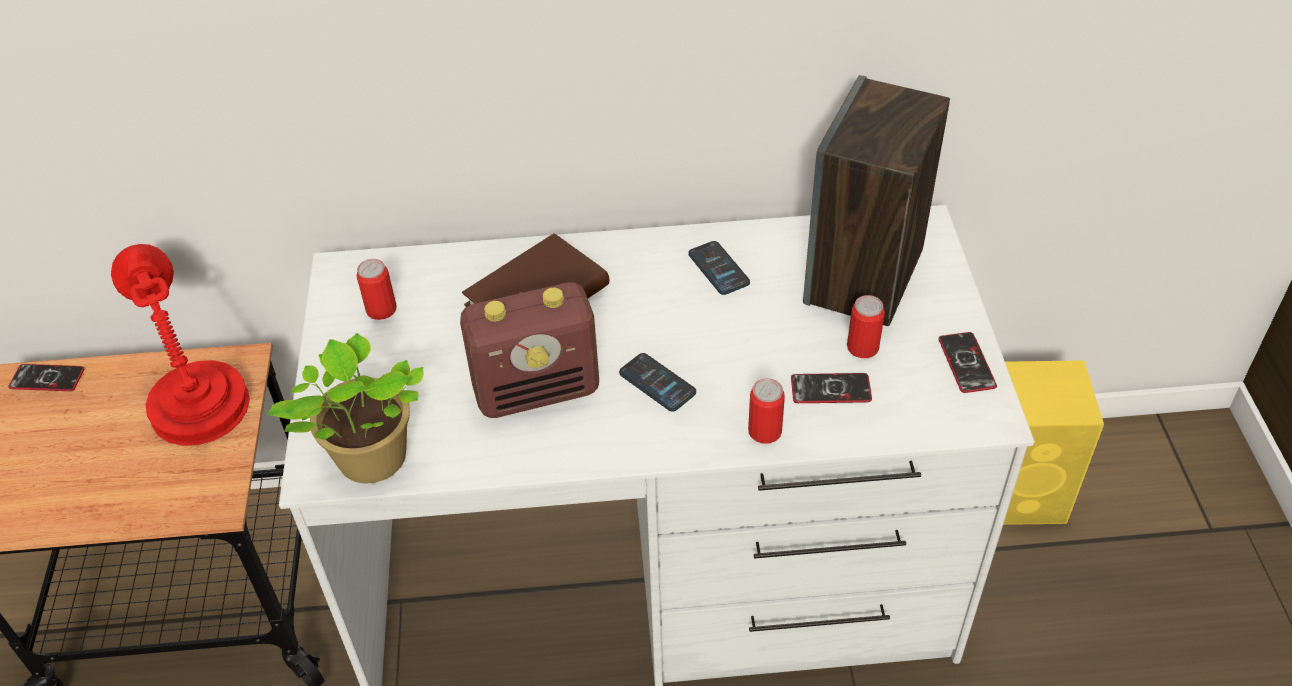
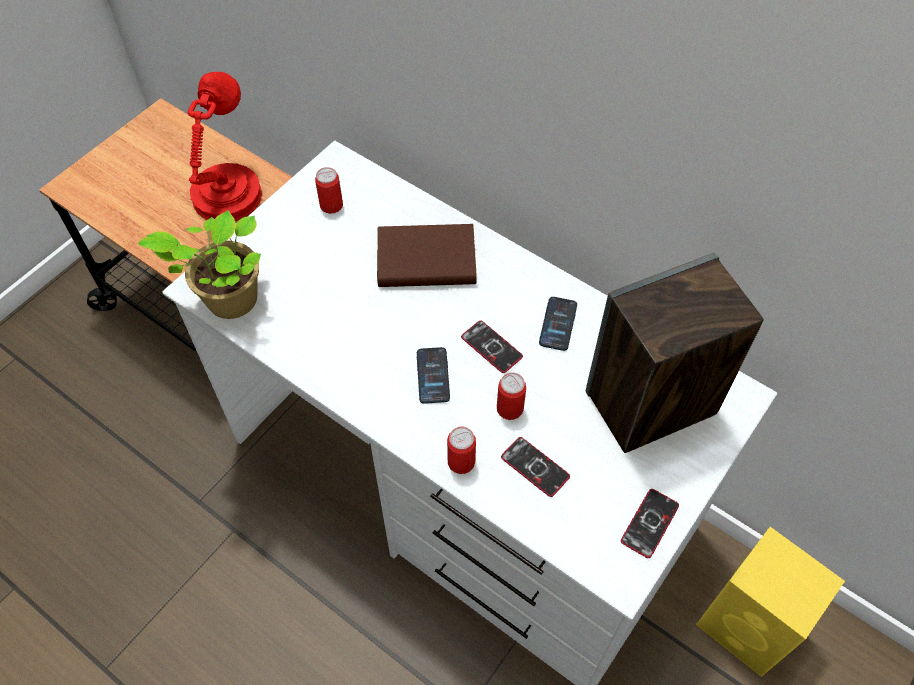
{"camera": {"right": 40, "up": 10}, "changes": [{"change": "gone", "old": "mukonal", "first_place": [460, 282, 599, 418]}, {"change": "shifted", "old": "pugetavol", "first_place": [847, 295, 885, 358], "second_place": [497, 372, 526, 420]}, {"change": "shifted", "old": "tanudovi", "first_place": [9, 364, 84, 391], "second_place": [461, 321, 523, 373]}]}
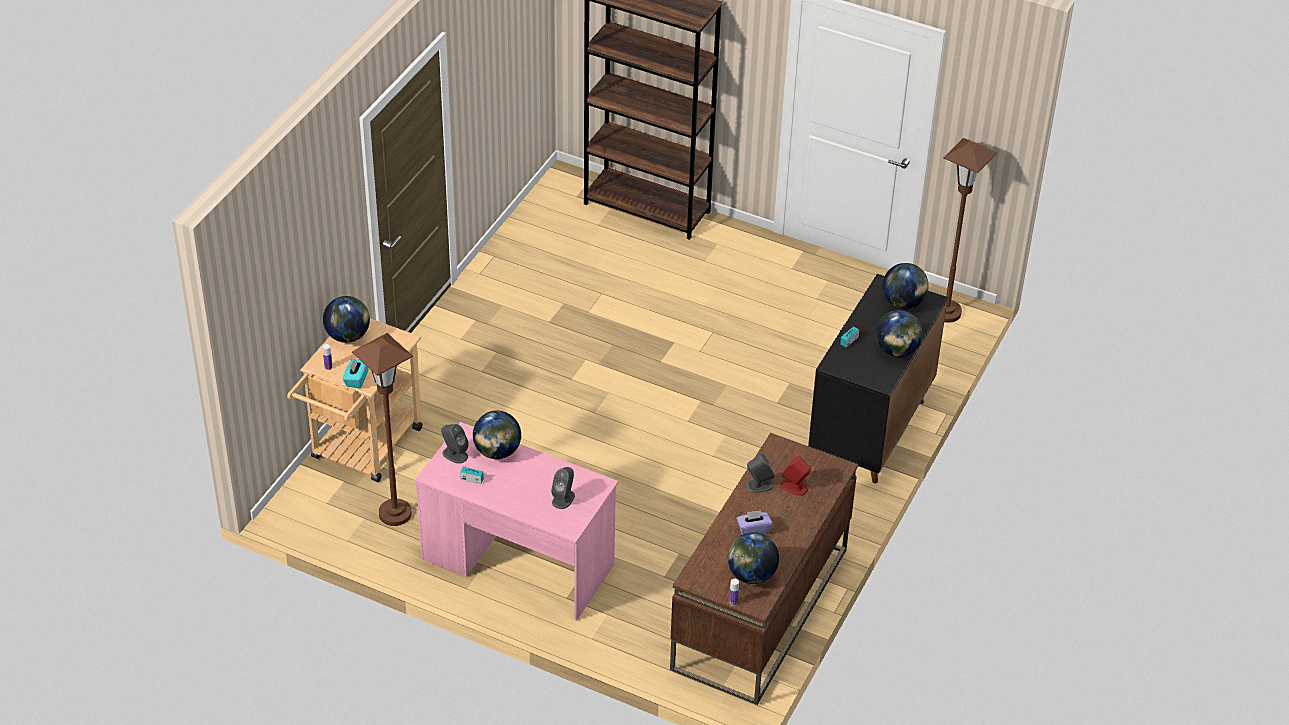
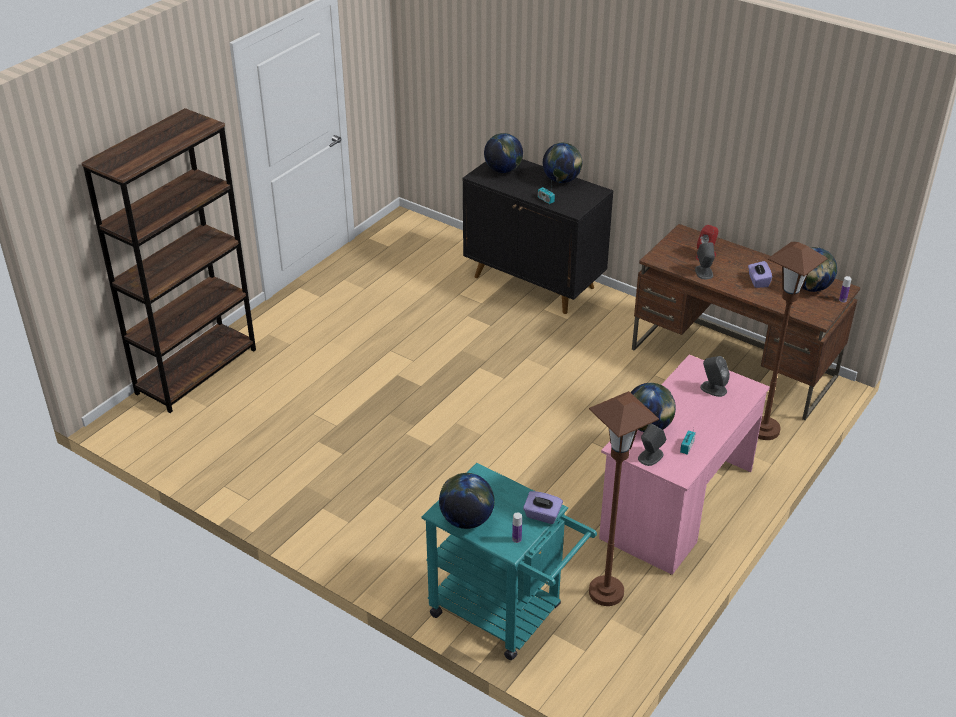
{"camera": {"right": -80, "up": -5}, "changes": [{"change": "shifted", "old": "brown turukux", "first_place": [943, 138, 997, 323], "second_place": [758, 242, 828, 440]}, {"change": "repainted", "old": "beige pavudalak", "new": "turquoise pavudalak", "first_place": [287, 318, 422, 482], "second_place": [421, 463, 597, 660]}, {"change": "repainted", "old": "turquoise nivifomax", "new": "purple nivifomax", "first_place": [343, 358, 369, 389], "second_place": [523, 491, 563, 524]}]}
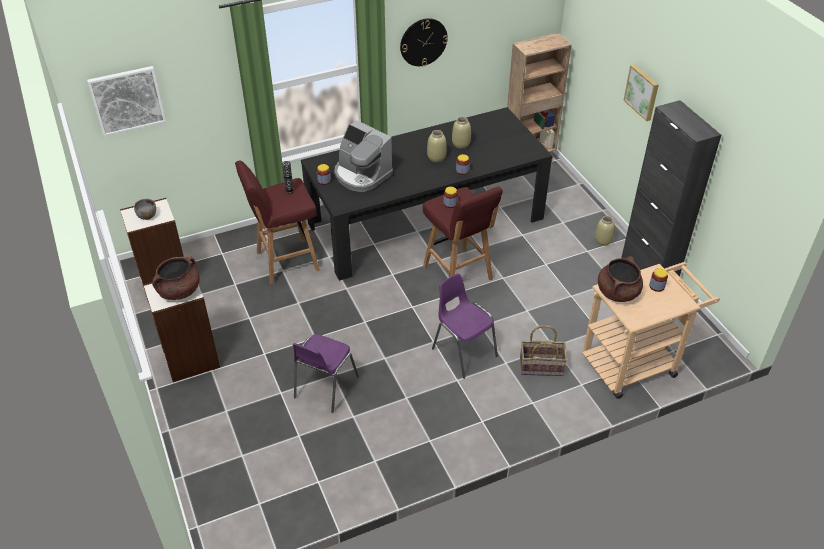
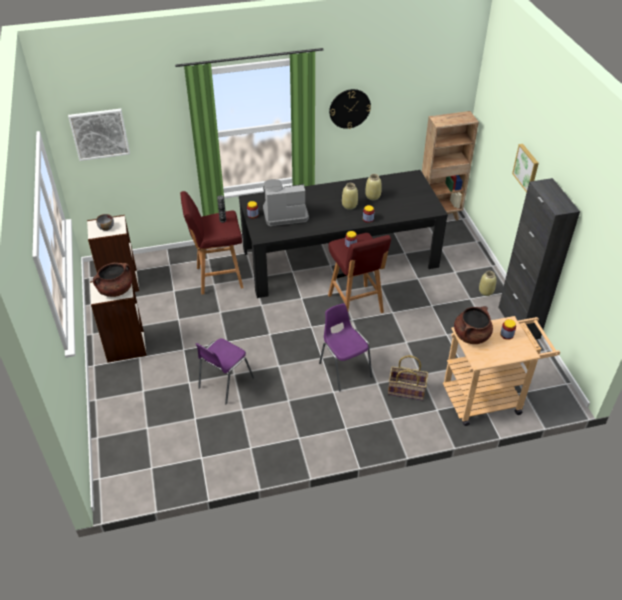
{"camera": {"right": 10, "up": 0}, "changes": [{"change": "rotated", "old": "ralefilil", "first_place": [334, 120, 393, 192], "second_place": [263, 179, 309, 226], "degrees": 120}]}
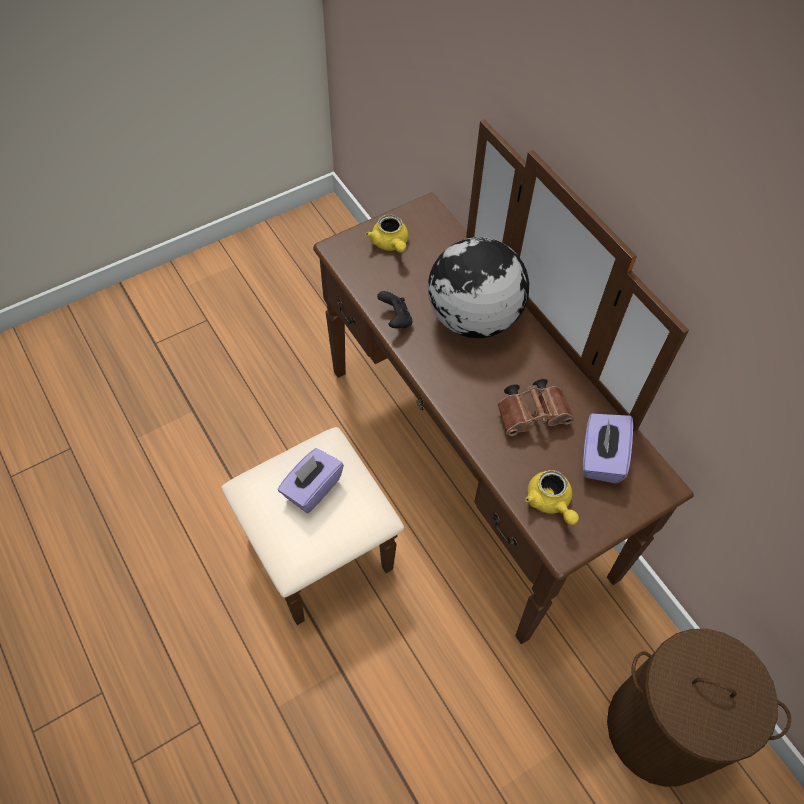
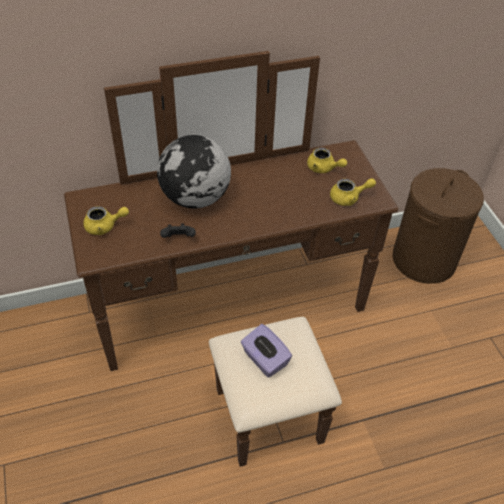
{"camera": {"right": -75, "up": -10}, "changes": [{"change": "gone", "old": "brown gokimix", "first_place": [497, 379, 574, 436]}, {"change": "swapped", "old": "purple nivifomax", "new": "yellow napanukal", "first_place": [583, 414, 633, 484], "second_place": [307, 148, 347, 173]}]}
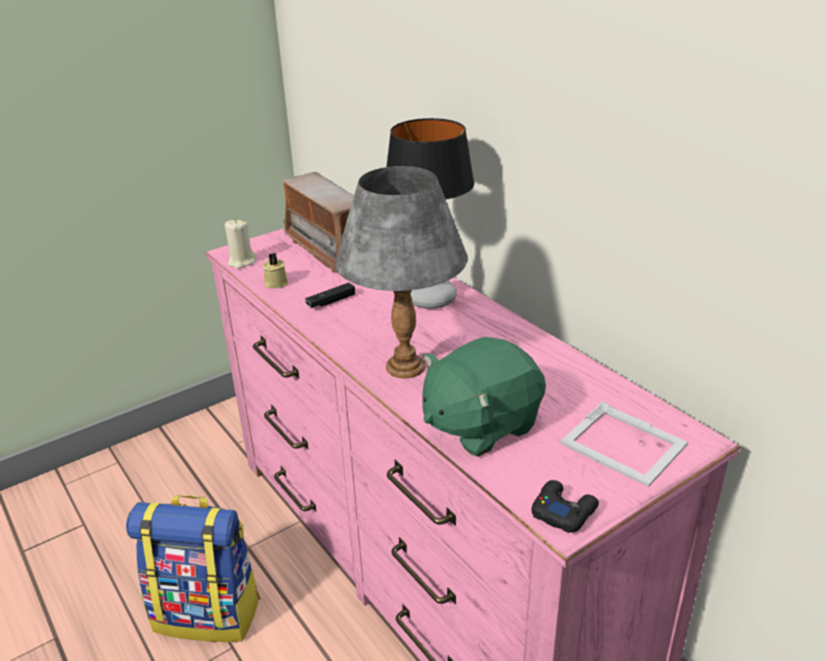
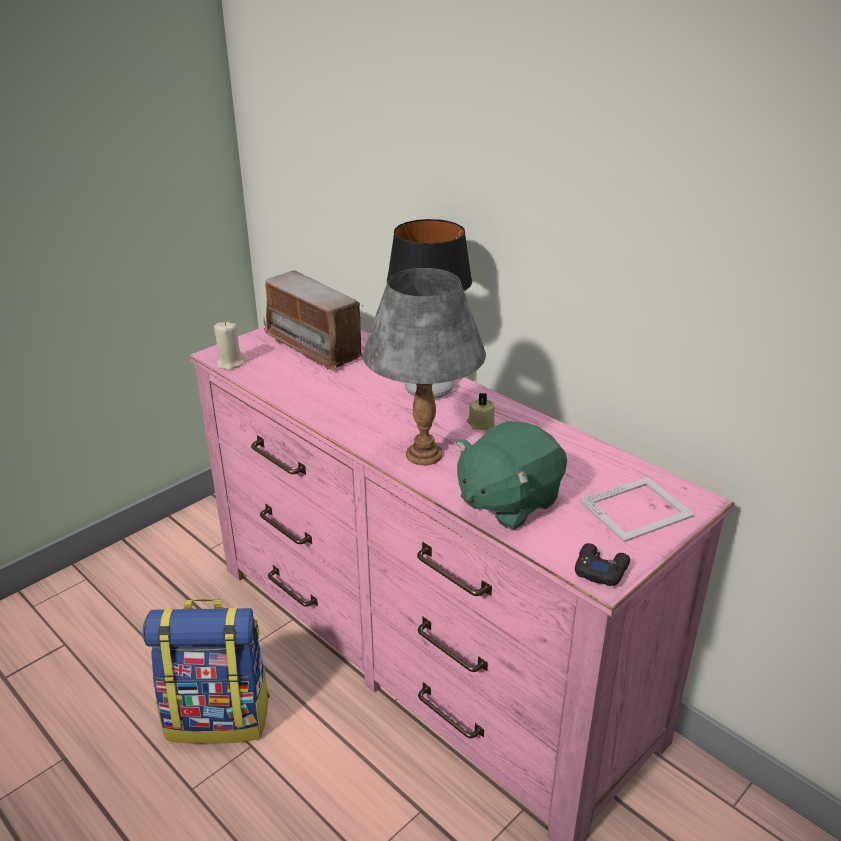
{"camera": {"right": -10, "up": 0}, "changes": [{"change": "shifted", "old": "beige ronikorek", "first_place": [262, 253, 288, 288], "second_place": [466, 393, 495, 430]}, {"change": "gone", "old": "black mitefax", "first_place": [305, 283, 355, 308]}, {"change": "rotated", "old": "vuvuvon", "first_place": [560, 401, 688, 487], "second_place": [580, 477, 695, 542], "degrees": -60}]}
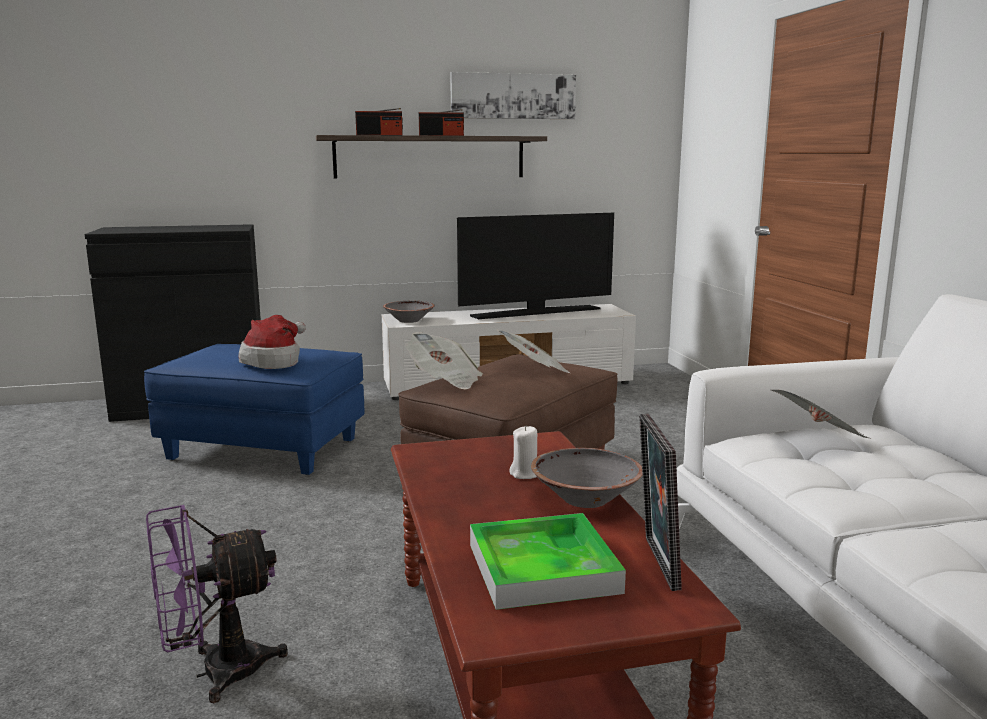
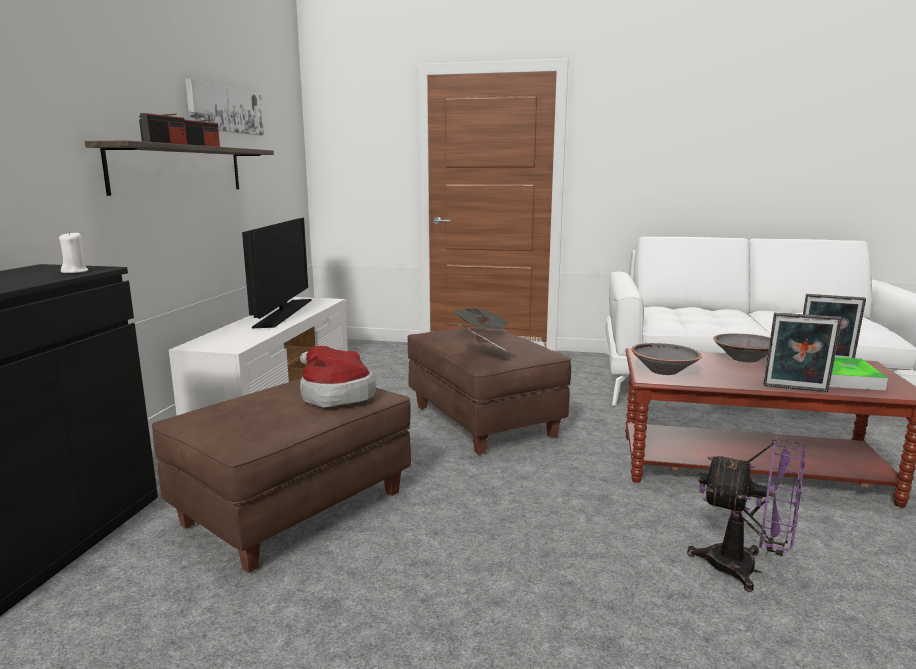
{"camera": {"right": -65, "up": 0}, "changes": [{"change": "shifted", "old": "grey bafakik", "first_place": [383, 301, 435, 323], "second_place": [631, 343, 702, 375]}, {"change": "repainted", "old": "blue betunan", "new": "brown betunan", "first_place": [144, 344, 365, 475], "second_place": [152, 379, 411, 573]}, {"change": "gone", "old": "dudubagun", "first_place": [771, 389, 868, 438]}, {"change": "shifted", "old": "white ronikorek", "first_place": [509, 426, 537, 479], "second_place": [59, 231, 88, 273]}, {"change": "rotated", "old": "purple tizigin", "first_place": [146, 505, 288, 703], "second_place": [687, 437, 805, 592], "degrees": -60}, {"change": "new", "new": "vuvuvon", "second_place": [764, 313, 842, 392]}]}
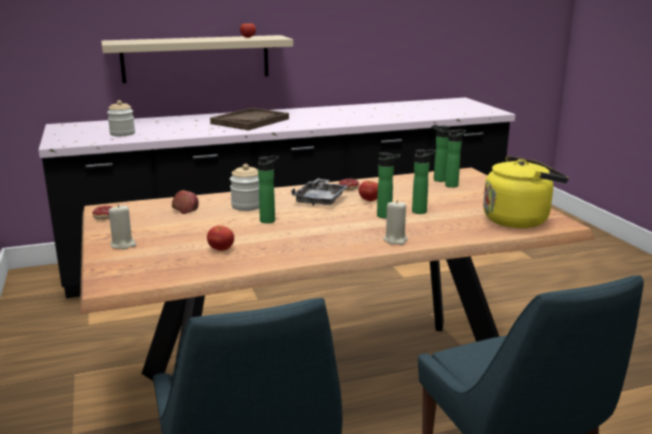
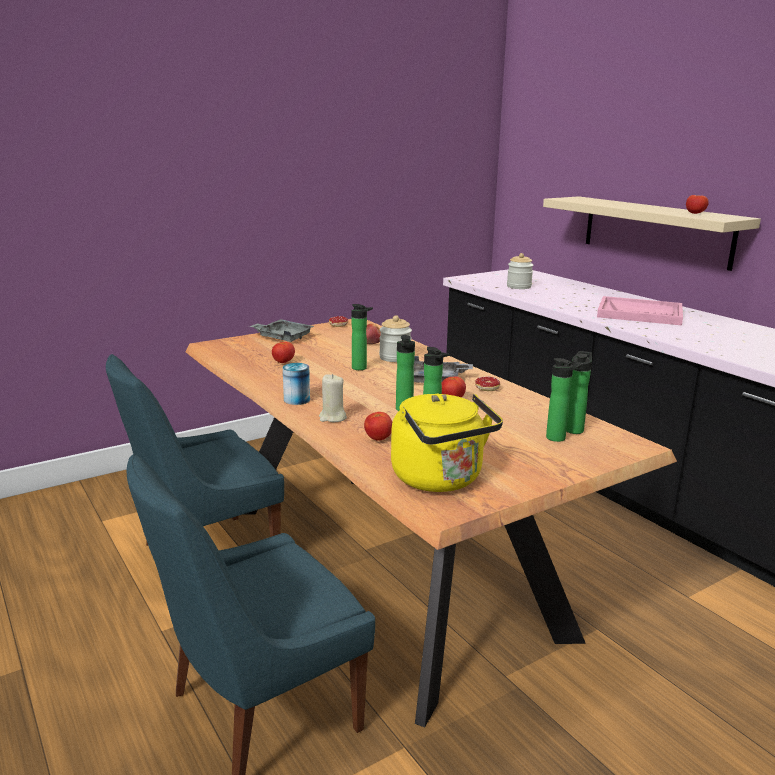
{"camera": {"right": 75, "up": 0}, "changes": [{"change": "repainted", "old": "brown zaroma", "new": "pink zaroma", "first_place": [210, 108, 289, 131], "second_place": [597, 296, 683, 325]}, {"change": "swapped", "old": "beige ronikorek", "new": "grey zaroma", "first_place": [109, 204, 136, 249], "second_place": [249, 319, 314, 342]}, {"change": "new", "new": "pugetavol", "second_place": [283, 363, 310, 405]}, {"change": "new", "new": "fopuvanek", "second_place": [364, 412, 392, 441]}]}
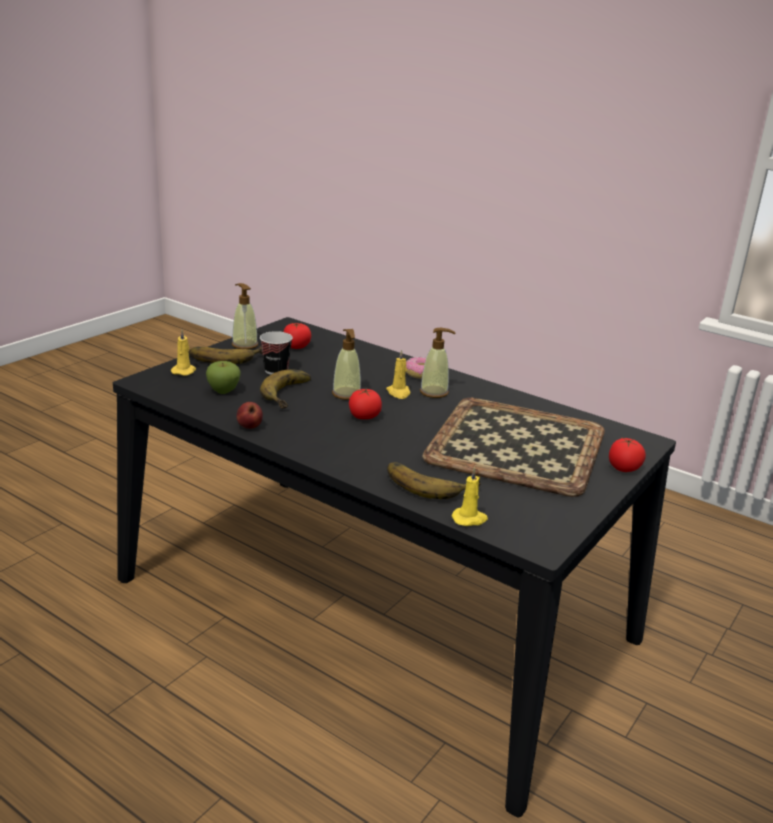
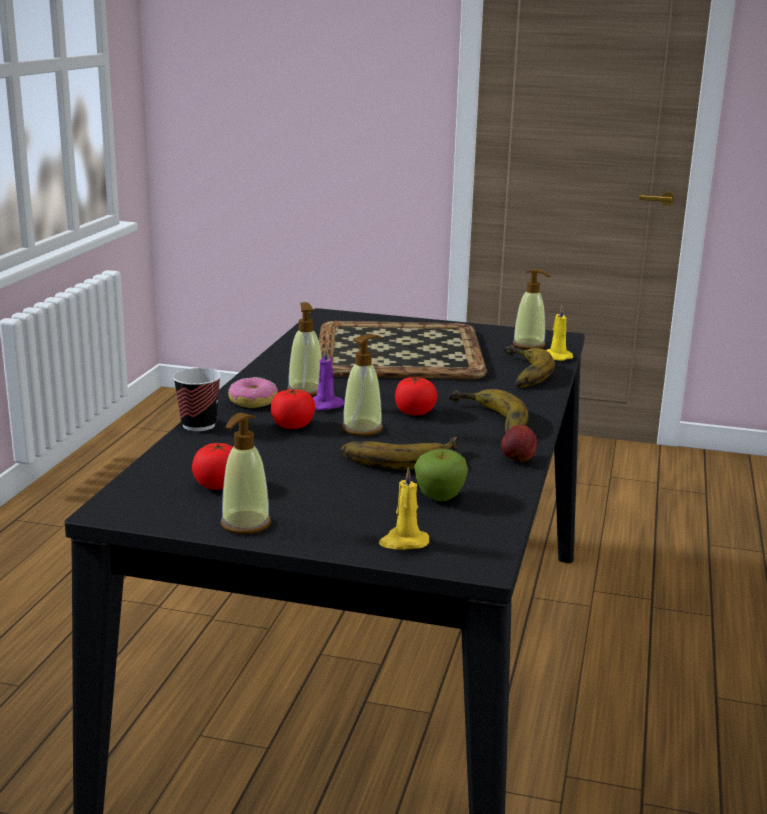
{"camera": {"right": -110, "up": -5}, "changes": [{"change": "shifted", "old": "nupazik", "first_place": [260, 331, 293, 375], "second_place": [173, 368, 221, 431]}, {"change": "shifted", "old": "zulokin", "first_place": [189, 346, 262, 364], "second_place": [448, 389, 528, 432]}, {"change": "repainted", "old": "yellow ronikorek", "new": "purple ronikorek", "first_place": [386, 350, 410, 399], "second_place": [313, 347, 344, 410]}, {"change": "shifted", "old": "fopuvanek", "first_place": [609, 438, 646, 472], "second_place": [271, 389, 315, 429]}, {"change": "new", "new": "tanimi", "second_place": [513, 269, 551, 349]}]}
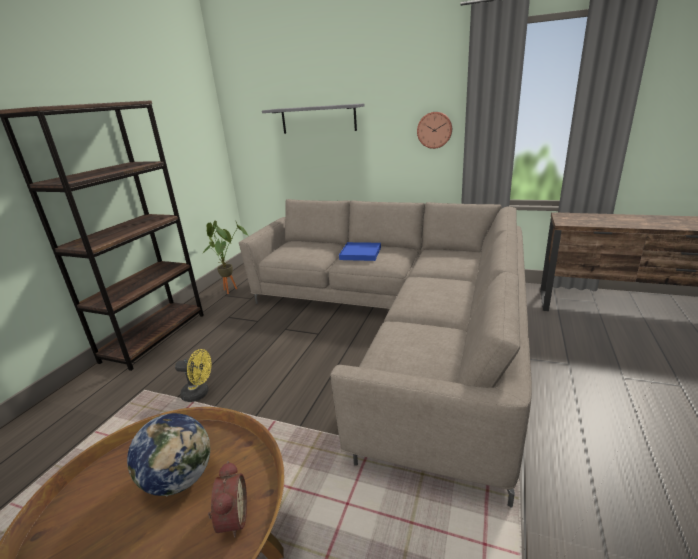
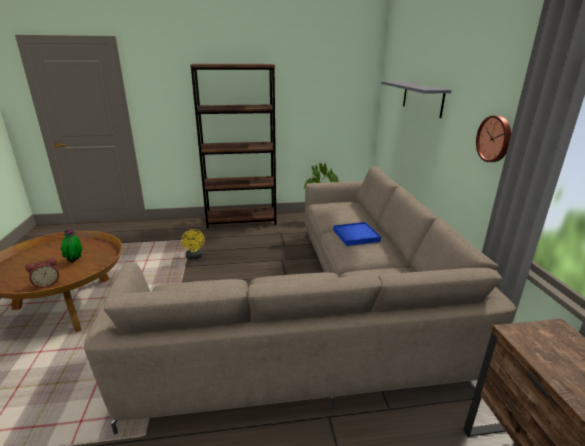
{"camera": {"right": 60, "up": 0}, "changes": [{"change": "swapped", "old": "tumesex", "new": "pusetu", "first_place": [127, 413, 210, 496], "second_place": [60, 228, 83, 262]}]}
